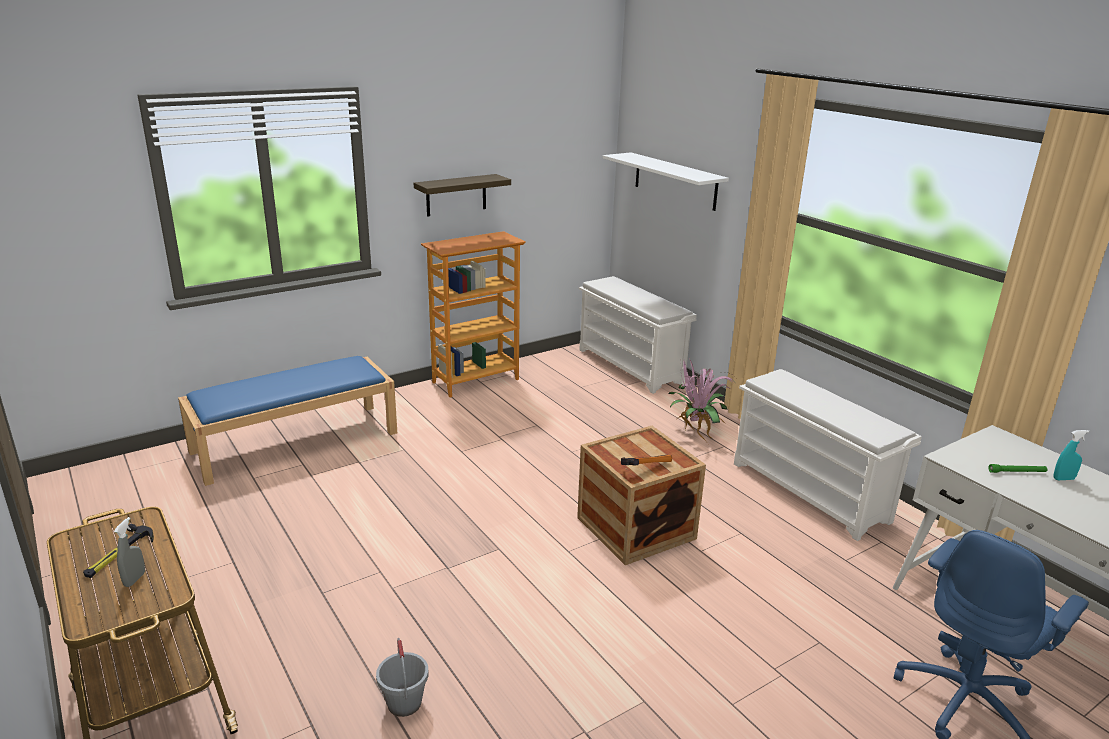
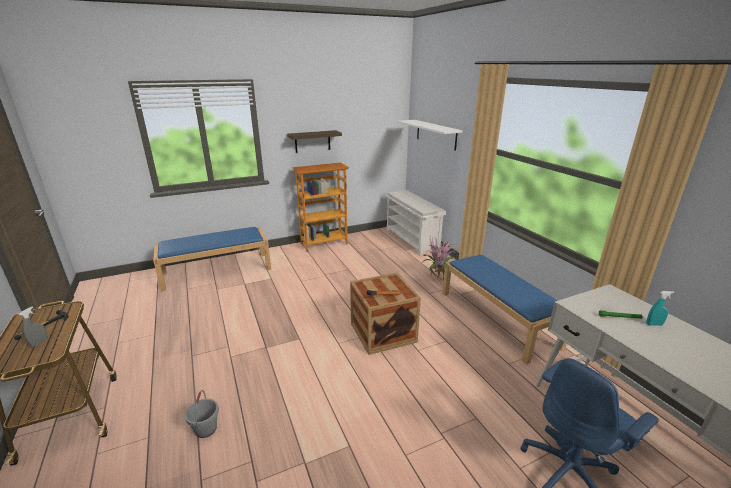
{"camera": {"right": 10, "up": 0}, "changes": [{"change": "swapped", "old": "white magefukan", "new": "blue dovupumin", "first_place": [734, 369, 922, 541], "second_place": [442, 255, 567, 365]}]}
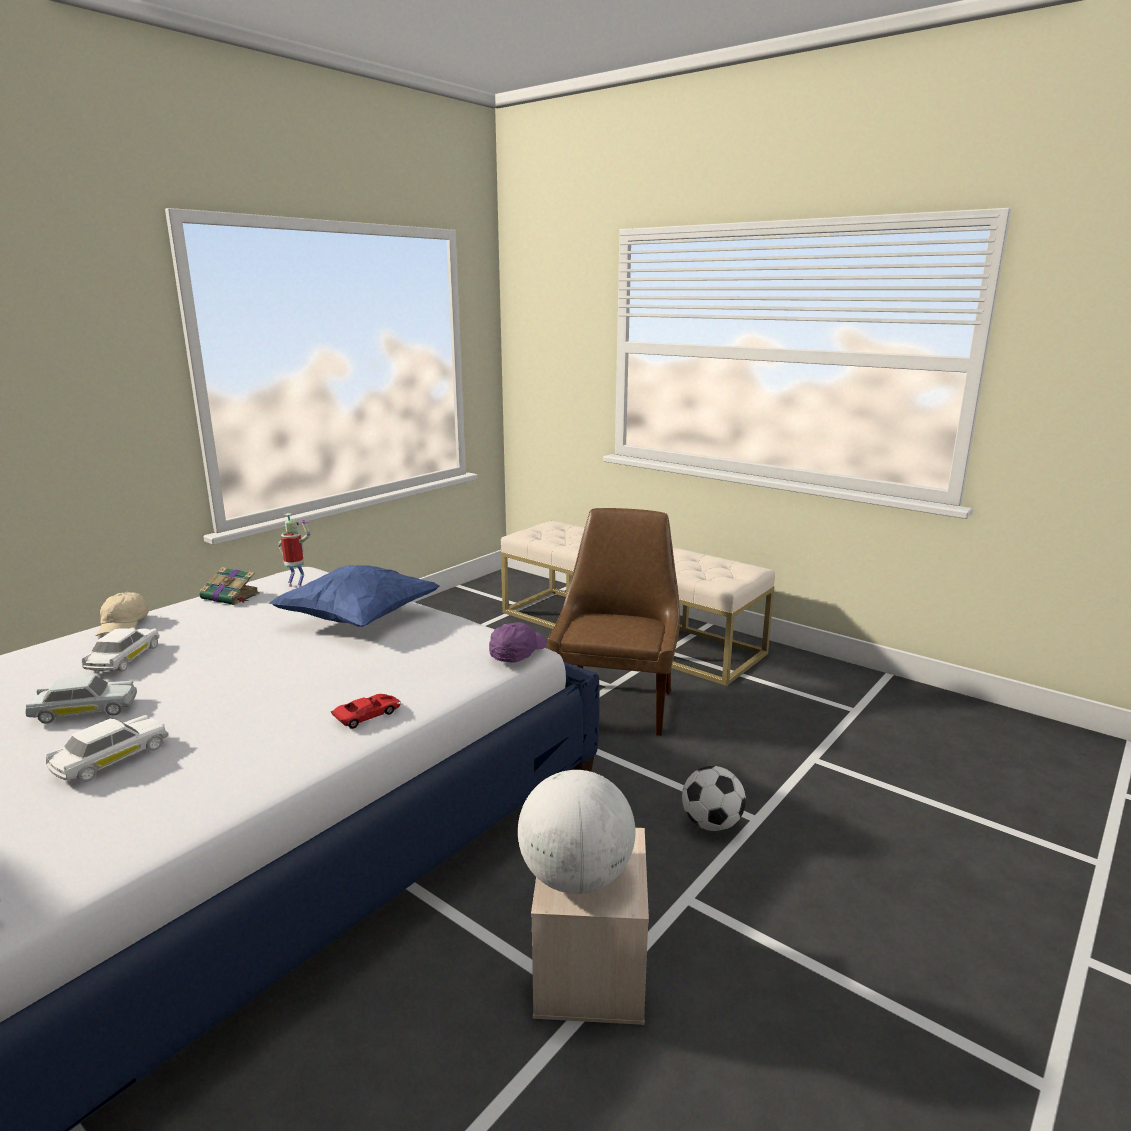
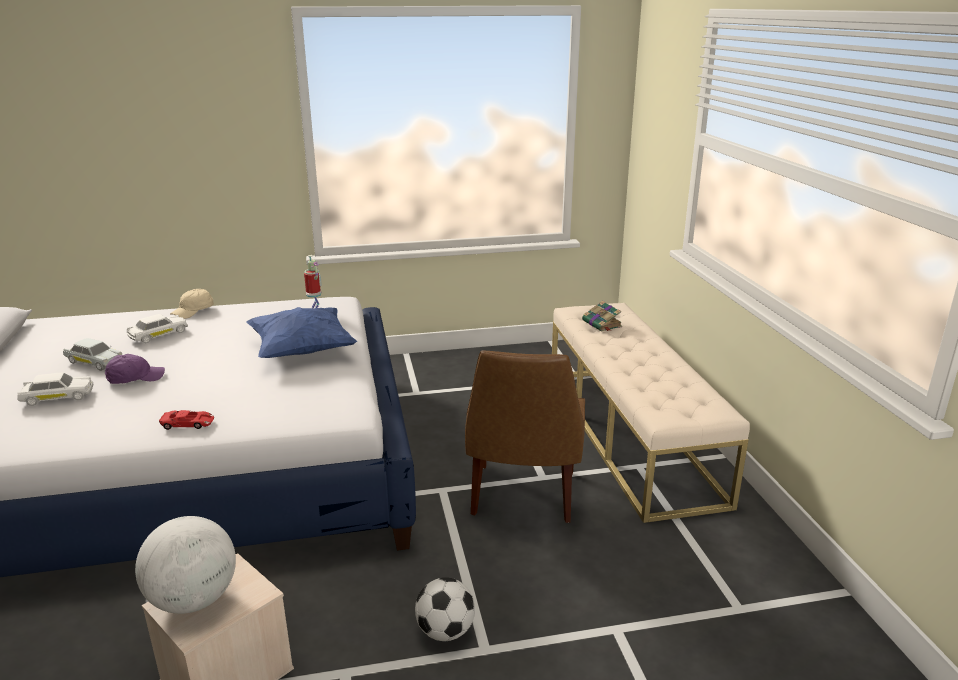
{"camera": {"right": 40, "up": 5}, "changes": [{"change": "rotated", "old": "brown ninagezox", "first_place": [548, 508, 680, 736], "second_place": [465, 350, 585, 523], "degrees": 135}, {"change": "shifted", "old": "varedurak", "first_place": [199, 567, 260, 605], "second_place": [582, 301, 622, 332]}, {"change": "shifted", "old": "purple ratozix", "first_place": [489, 622, 546, 663], "second_place": [105, 354, 165, 384]}]}
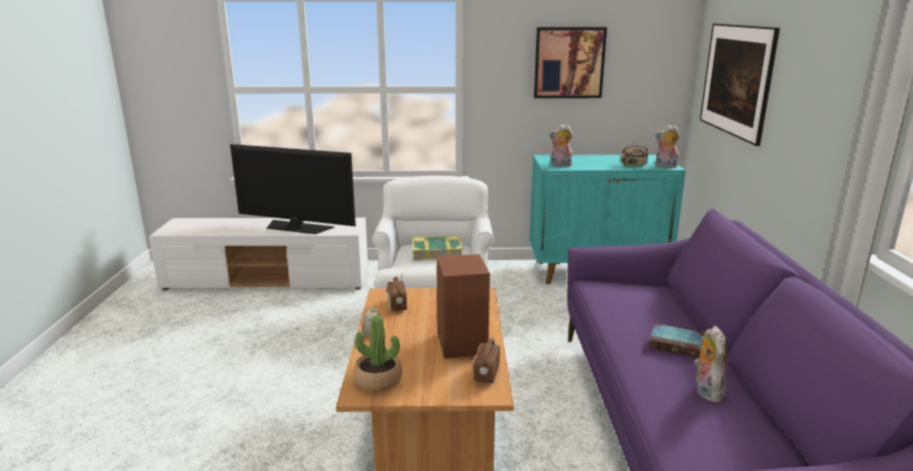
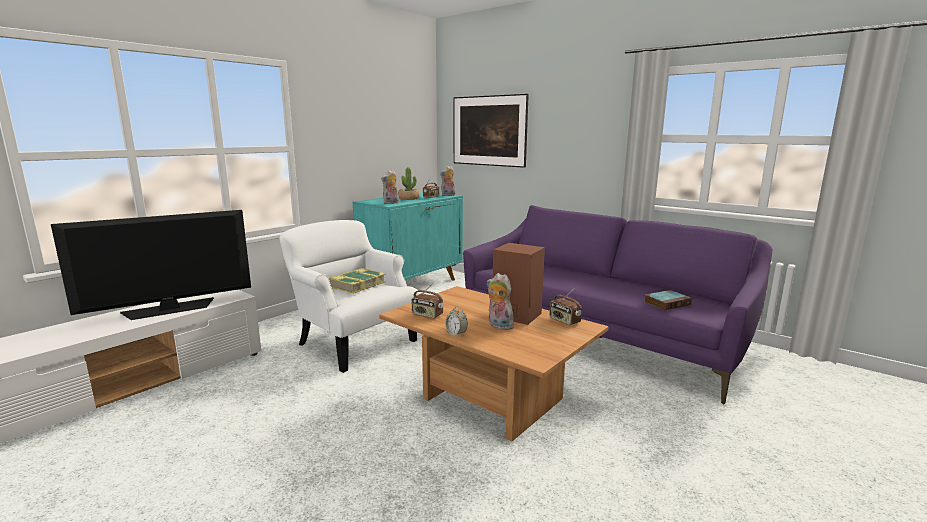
{"camera": {"right": -50, "up": -5}, "changes": [{"change": "gone", "old": "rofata", "first_place": [534, 27, 607, 98]}, {"change": "shifted", "old": "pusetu", "first_place": [354, 315, 402, 391], "second_place": [398, 167, 419, 200]}, {"change": "shifted", "old": "varedurak", "first_place": [649, 323, 705, 359], "second_place": [645, 290, 692, 310]}, {"change": "shifted", "old": "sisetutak", "first_place": [694, 326, 727, 402], "second_place": [487, 273, 514, 330]}]}
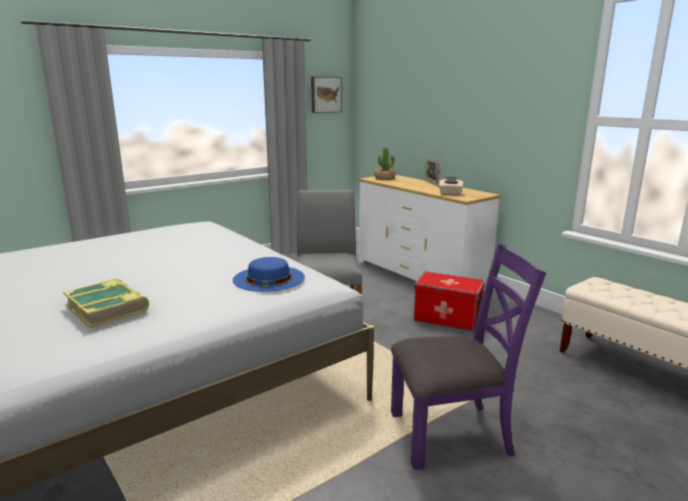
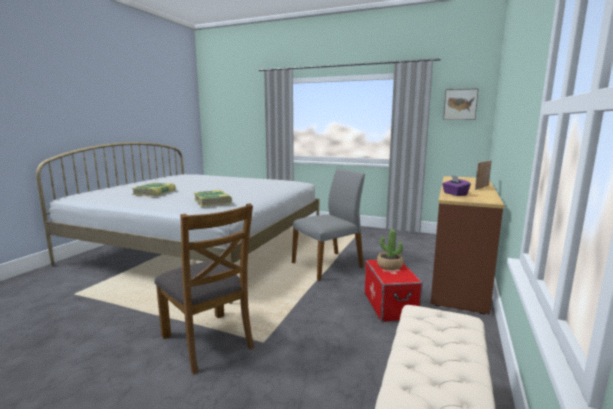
{"camera": {"right": 60, "up": -5}, "changes": [{"change": "shifted", "old": "pusetu", "first_place": [374, 147, 396, 180], "second_place": [377, 229, 403, 270]}, {"change": "repainted", "old": "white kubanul", "new": "brown kubanul", "first_place": [359, 175, 501, 293], "second_place": [431, 176, 504, 315]}, {"change": "repainted", "old": "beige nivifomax", "new": "purple nivifomax", "first_place": [439, 176, 463, 195], "second_place": [442, 175, 471, 196]}, {"change": "repainted", "old": "purple ninagezox", "new": "brown ninagezox", "first_place": [391, 243, 546, 470], "second_place": [154, 203, 254, 375]}, {"change": "swapped", "old": "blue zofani", "new": "varedurak", "first_place": [233, 257, 305, 292], "second_place": [194, 190, 232, 207]}]}
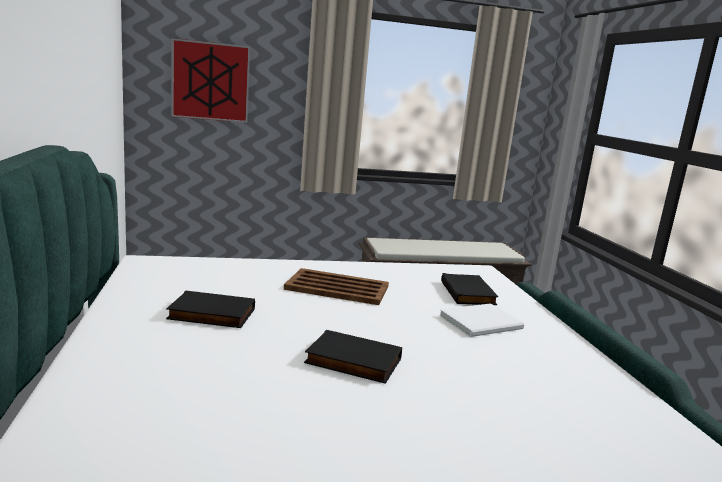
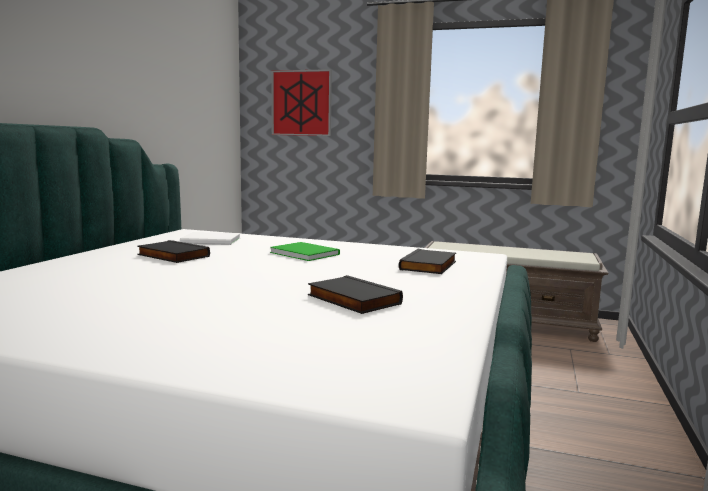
{"camera": {"right": 30, "up": -5}, "changes": [{"change": "swapped", "old": "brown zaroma", "new": "green varedurak", "first_place": [284, 268, 389, 305], "second_place": [270, 242, 340, 261]}, {"change": "shifted", "old": "white varedurak", "first_place": [439, 303, 524, 337], "second_place": [180, 232, 240, 245]}, {"change": "shifted", "old": "black varedurak", "first_place": [304, 330, 402, 384], "second_place": [308, 275, 403, 314]}]}
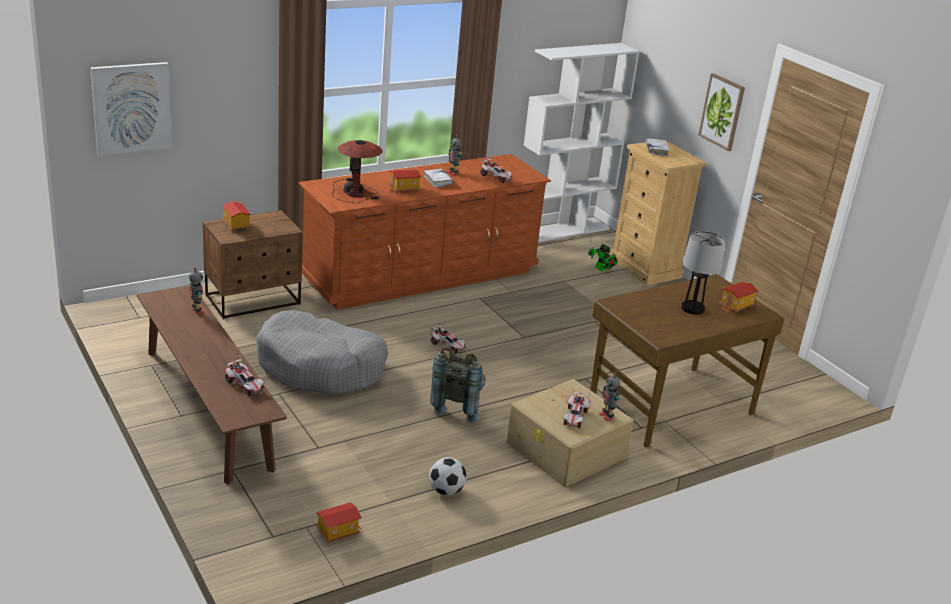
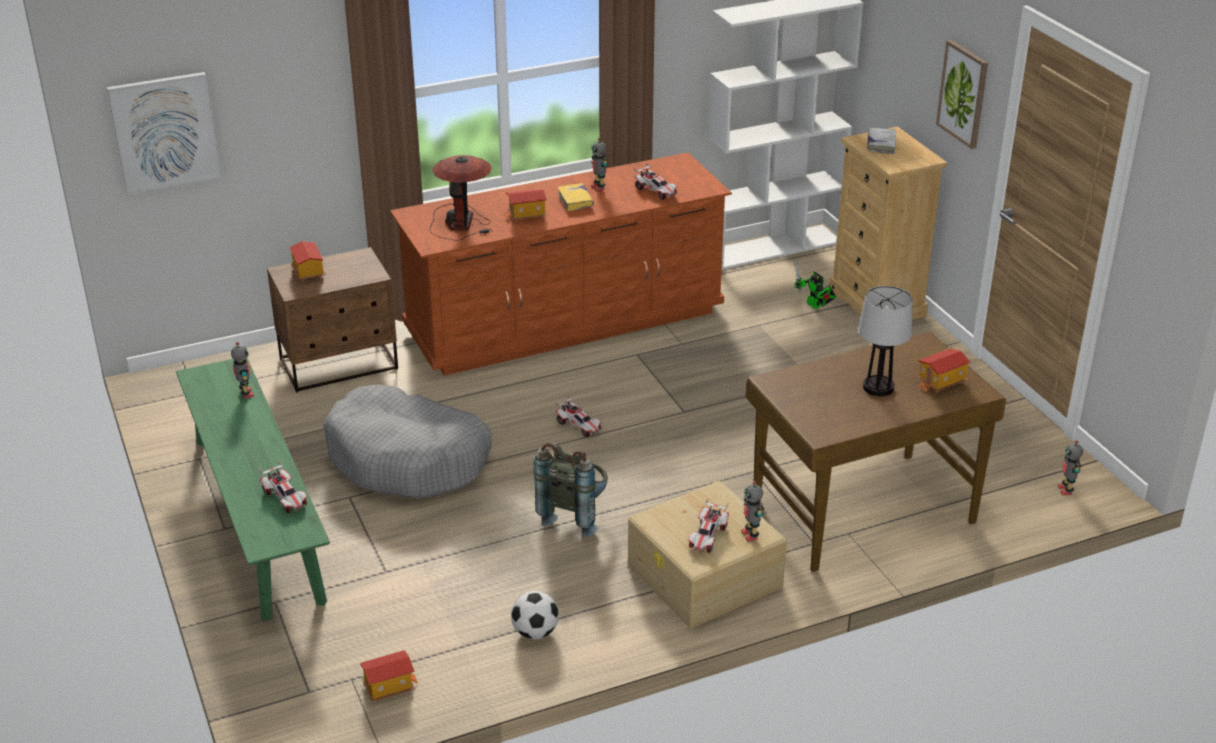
{"camera": {"right": 10, "up": 5}, "changes": [{"change": "repainted", "old": "white varedurak", "new": "yellow varedurak", "first_place": [424, 169, 454, 187], "second_place": [557, 183, 594, 211]}, {"change": "repainted", "old": "brown dovupumin", "new": "green dovupumin", "first_place": [137, 285, 287, 484], "second_place": [176, 358, 330, 622]}, {"change": "new", "new": "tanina", "second_place": [1058, 440, 1083, 495]}]}
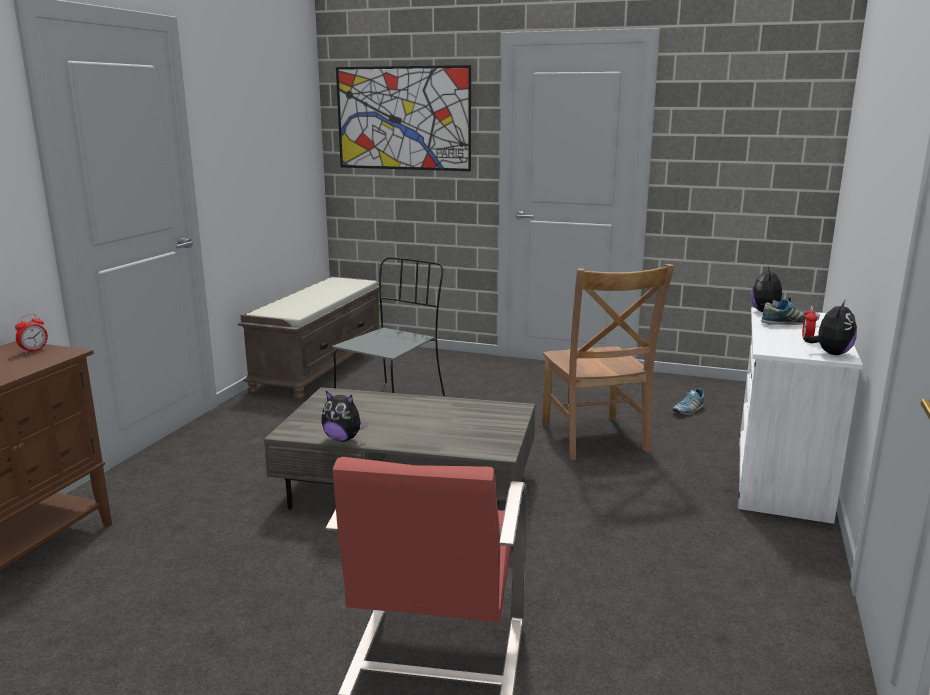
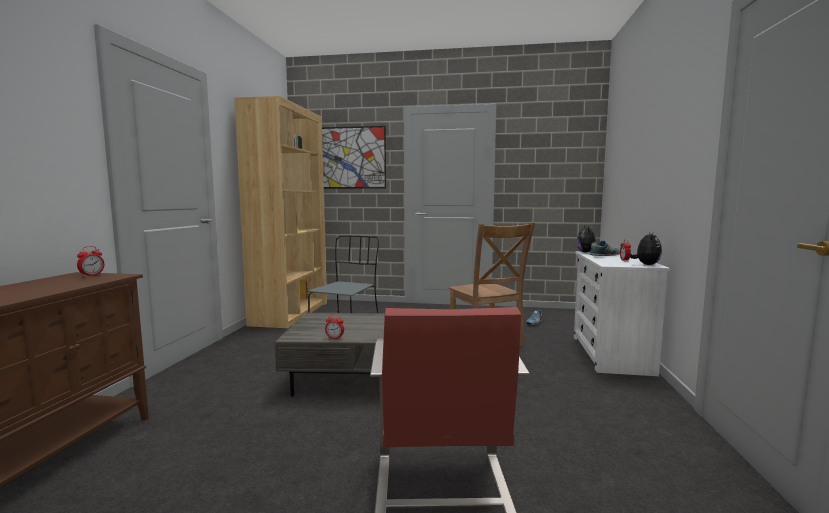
{"camera": {"right": -10, "up": -10}, "changes": [{"change": "swapped", "old": "brown dovupumin", "new": "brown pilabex", "first_place": [238, 276, 382, 401], "second_place": [234, 96, 327, 328]}, {"change": "swapped", "old": "sisetutak", "new": "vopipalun", "first_place": [321, 391, 368, 442], "second_place": [325, 314, 344, 339]}]}
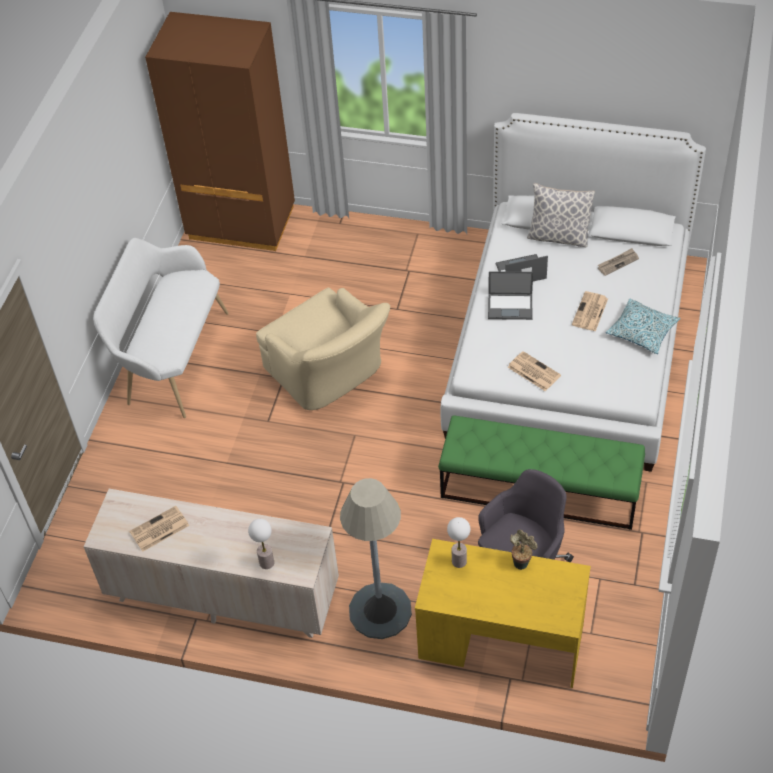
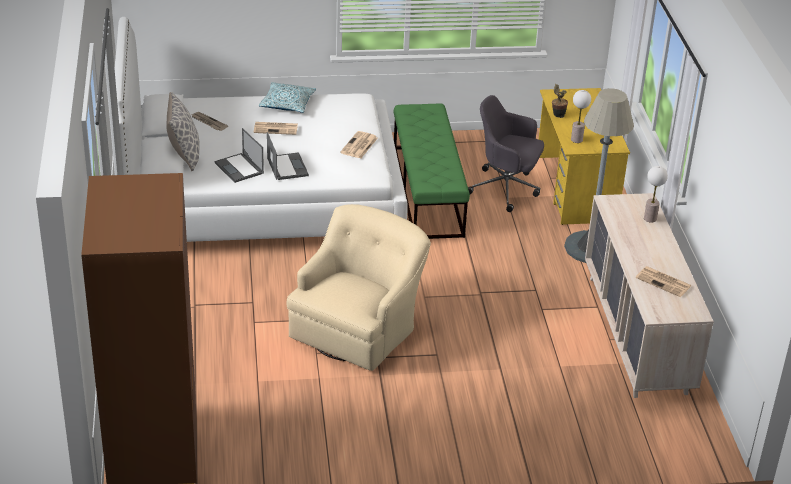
{"camera": {"right": -115, "up": -15}, "changes": [{"change": "gone", "old": "white dovupumin", "first_place": [93, 238, 229, 418]}]}
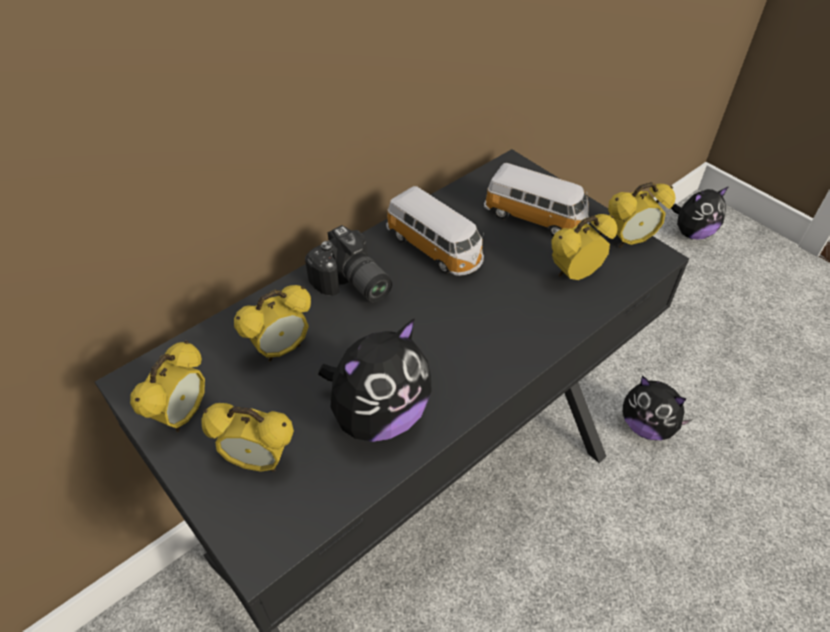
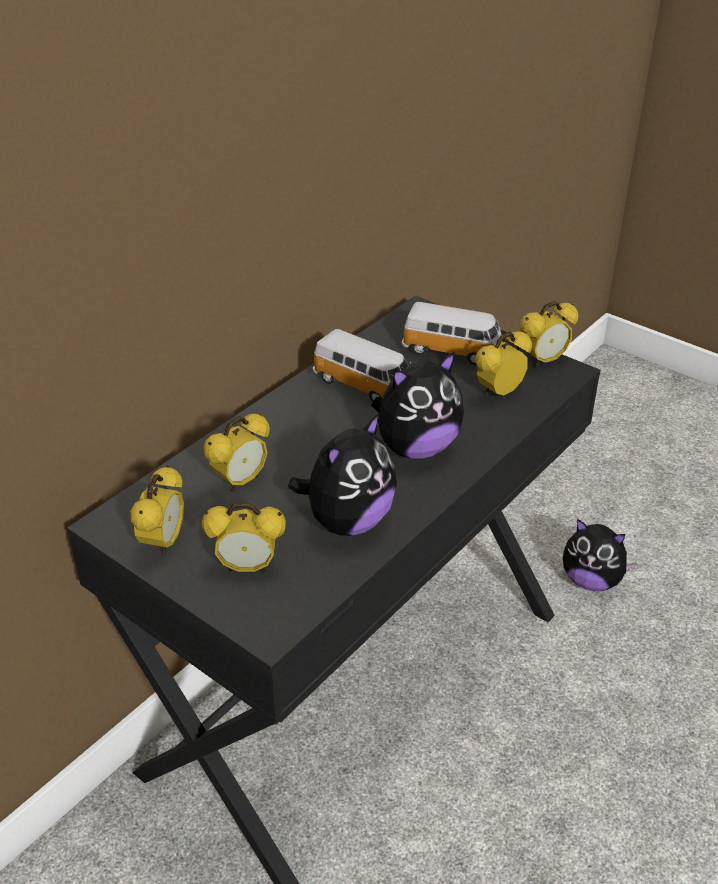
{"camera": {"right": -10, "up": -10}, "changes": [{"change": "shifted", "old": "sisetutak", "first_place": [671, 186, 729, 240], "second_place": [371, 351, 464, 459]}, {"change": "gone", "old": "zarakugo", "first_place": [305, 225, 392, 302]}]}
